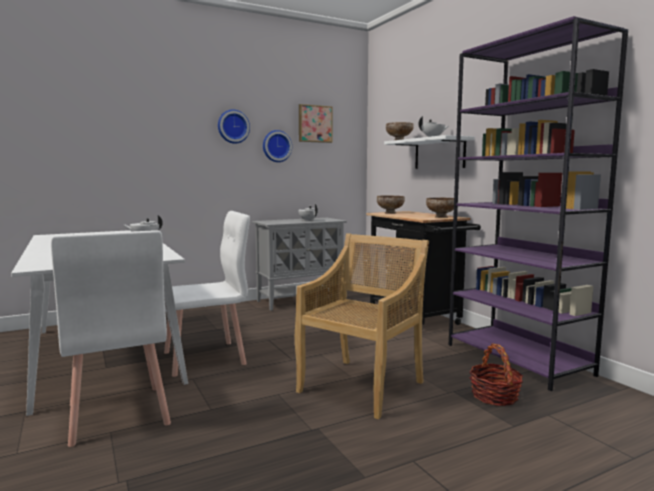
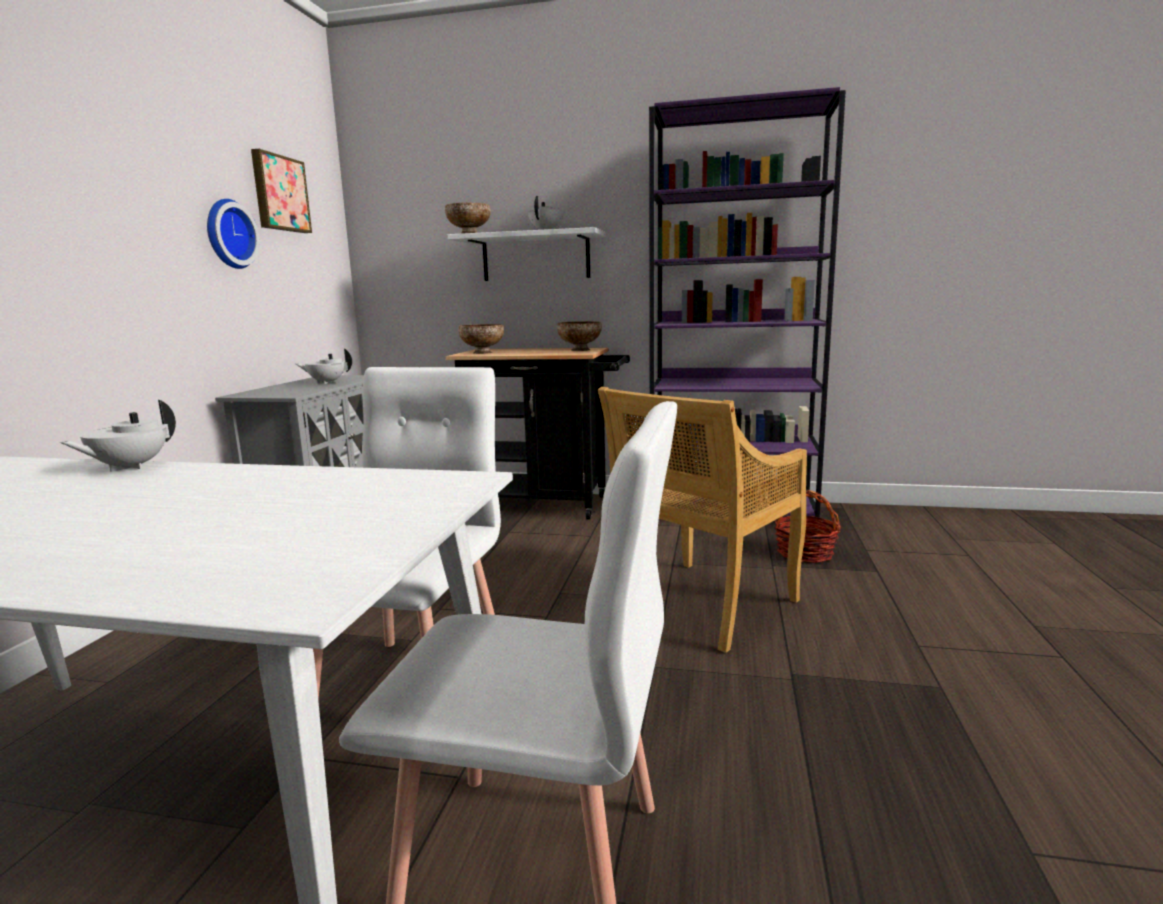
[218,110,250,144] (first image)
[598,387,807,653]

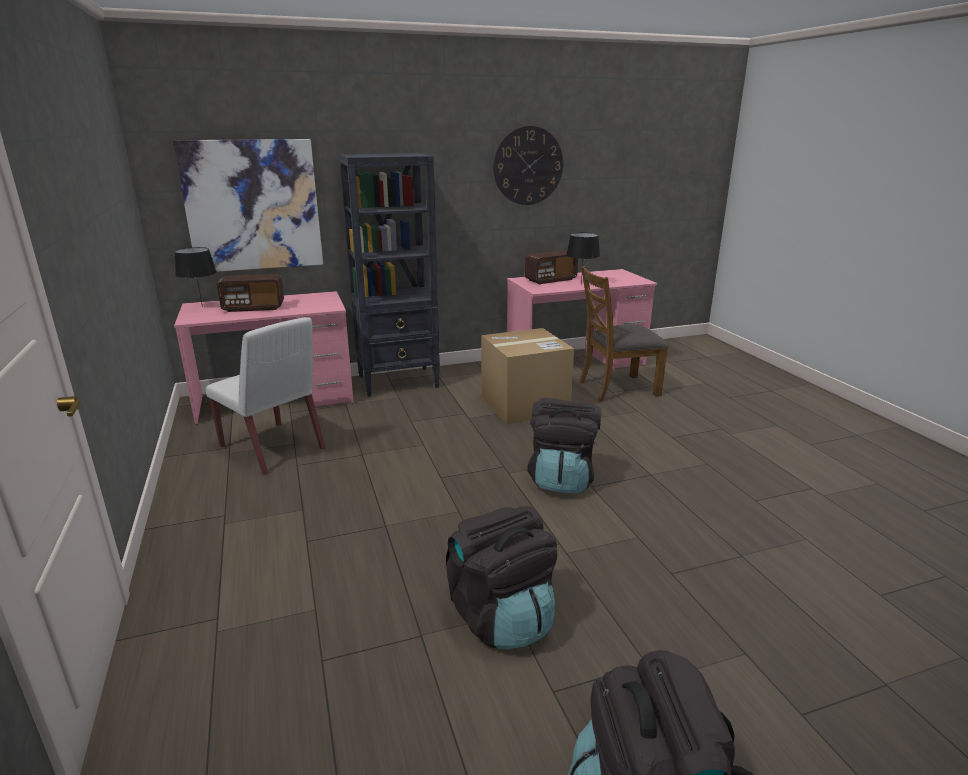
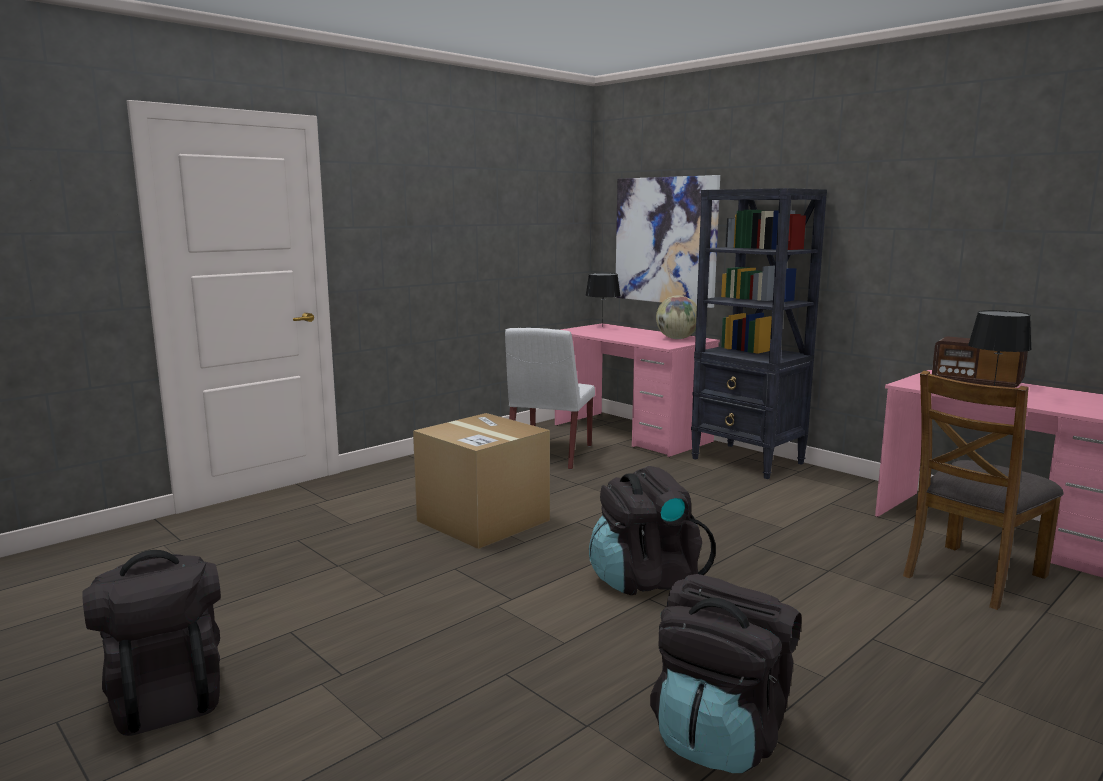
[217,274,284,312] (first image)
[493,126,563,205] (first image)
[656,295,697,339]
[650,574,802,773]
[413,413,550,549]
[903,371,1064,610]

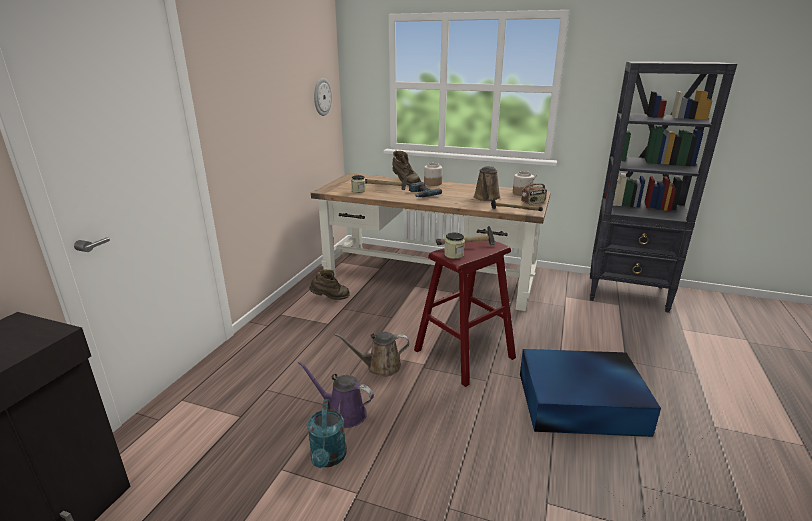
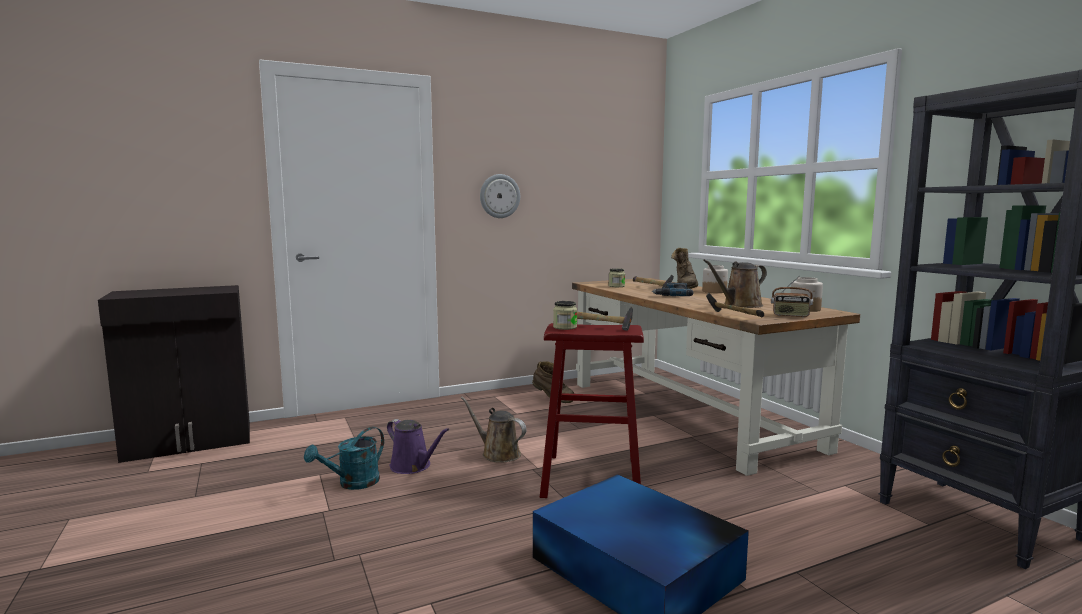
[480,174,520,218]
[387,419,449,474]

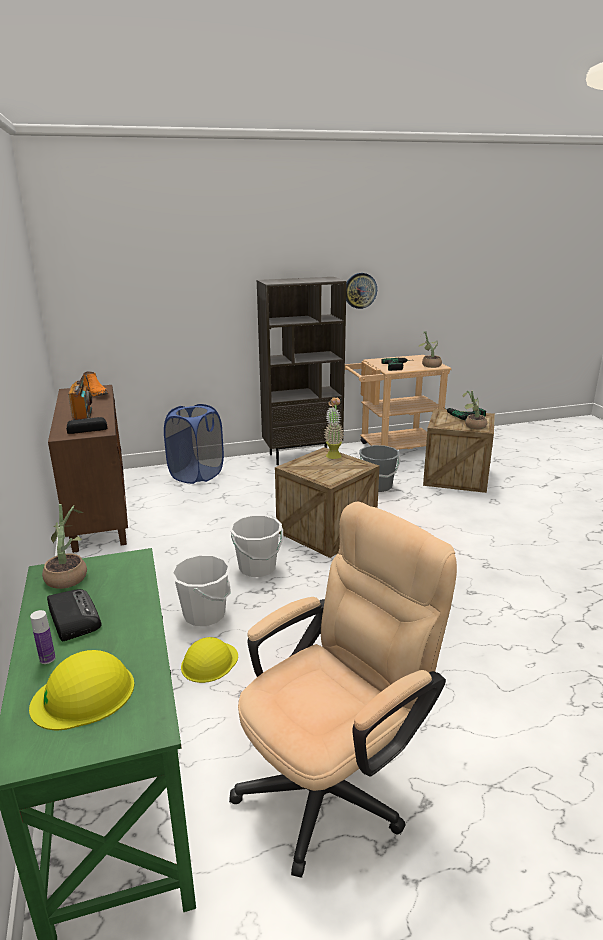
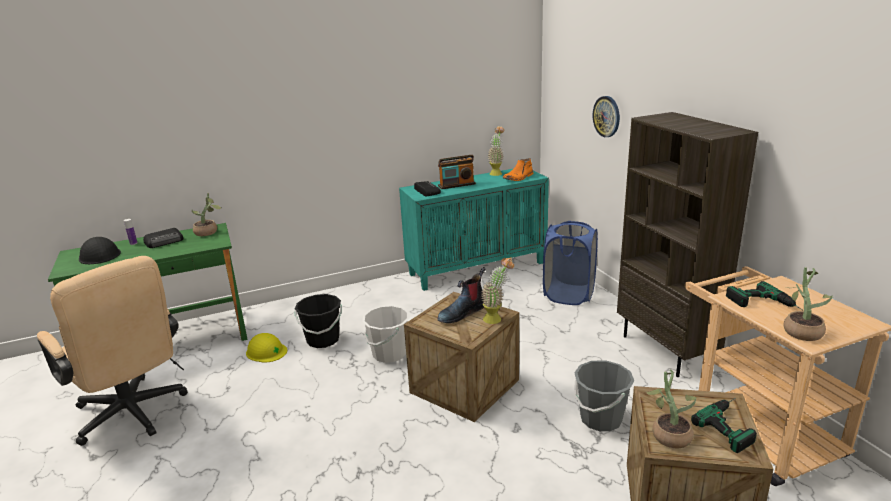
[437,267,486,323]
[488,126,504,176]
[593,96,620,137]
[79,237,121,264]
[399,169,549,291]
[295,294,342,348]

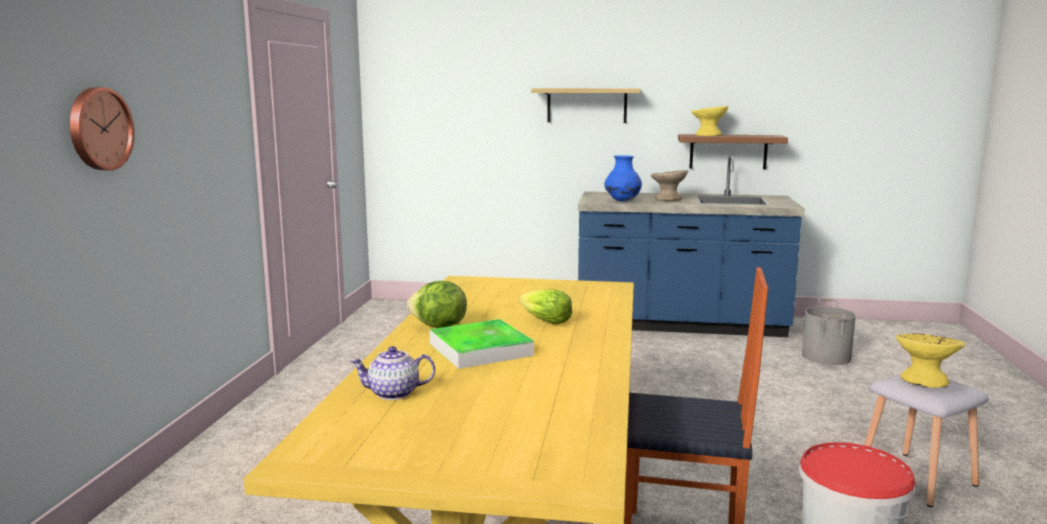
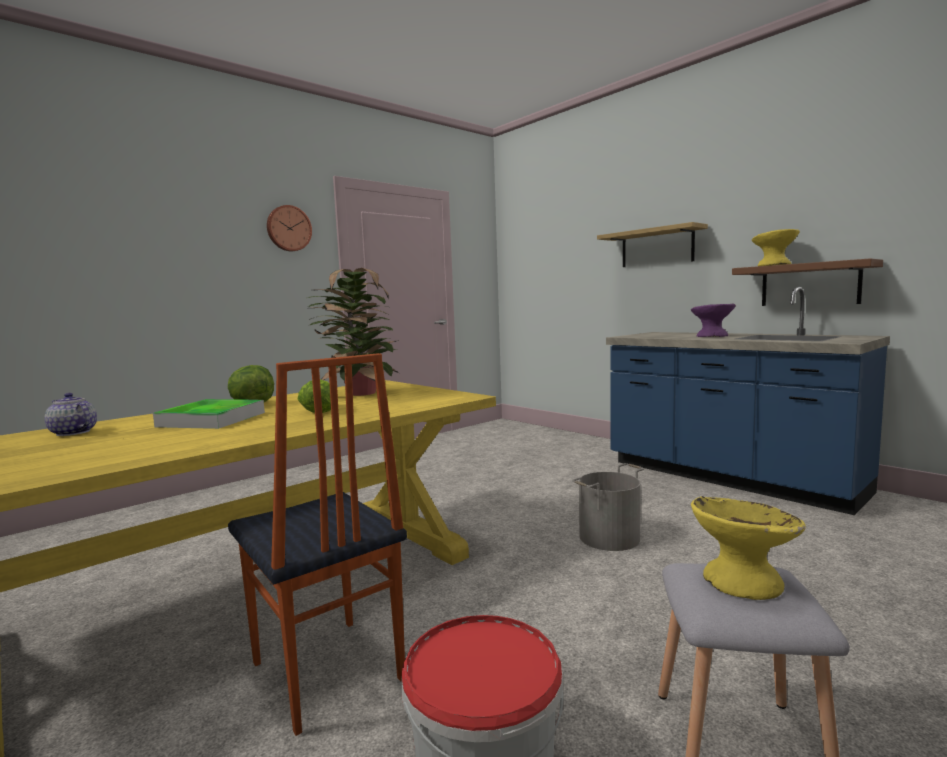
[604,156,642,202] (first image)
[308,268,399,396]
[267,205,312,251]
[572,463,644,551]
[691,304,736,337]

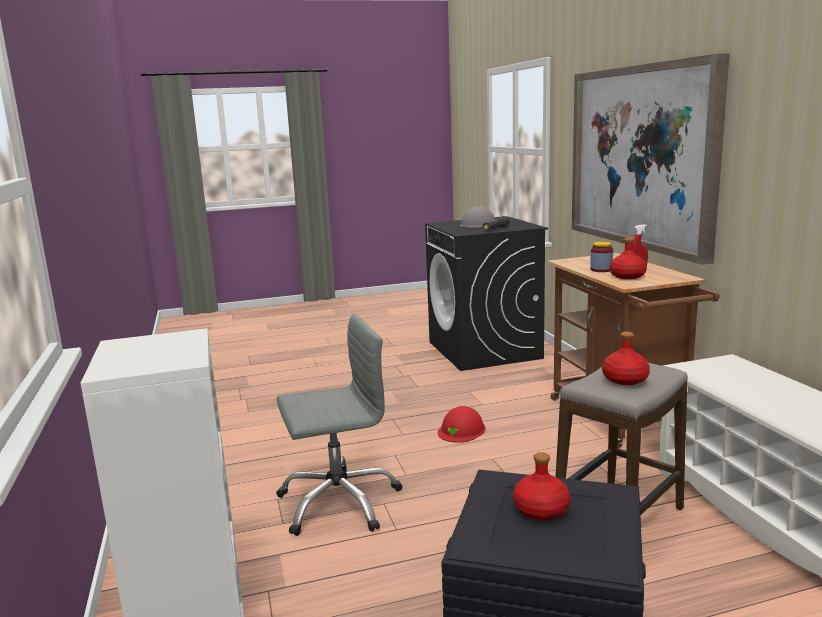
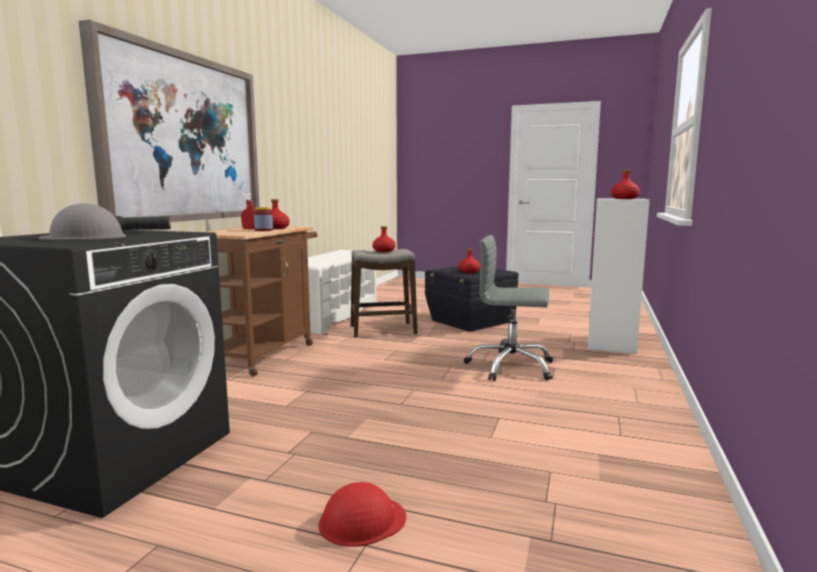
[611,169,640,199]
[319,482,406,547]

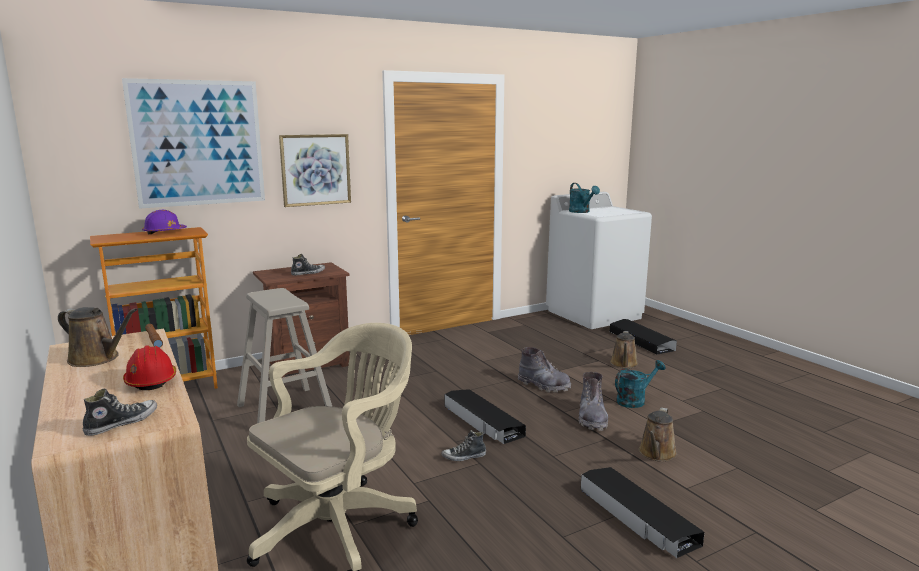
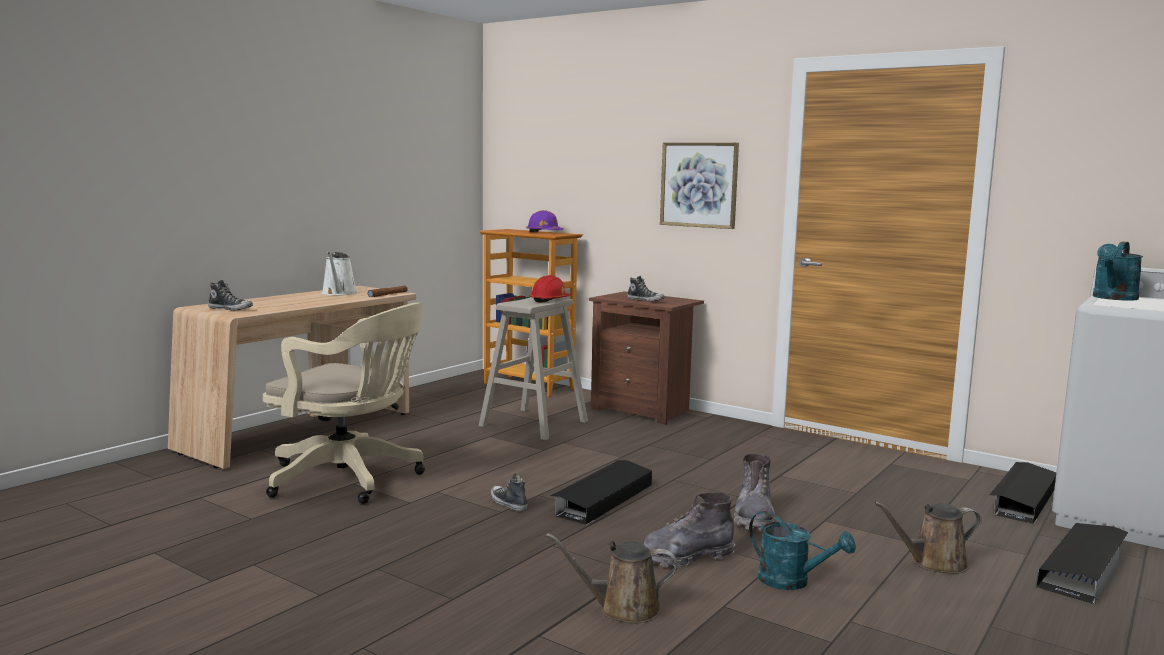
[122,78,265,209] (first image)
[530,275,570,303]
[989,462,1056,524]
[322,252,358,295]

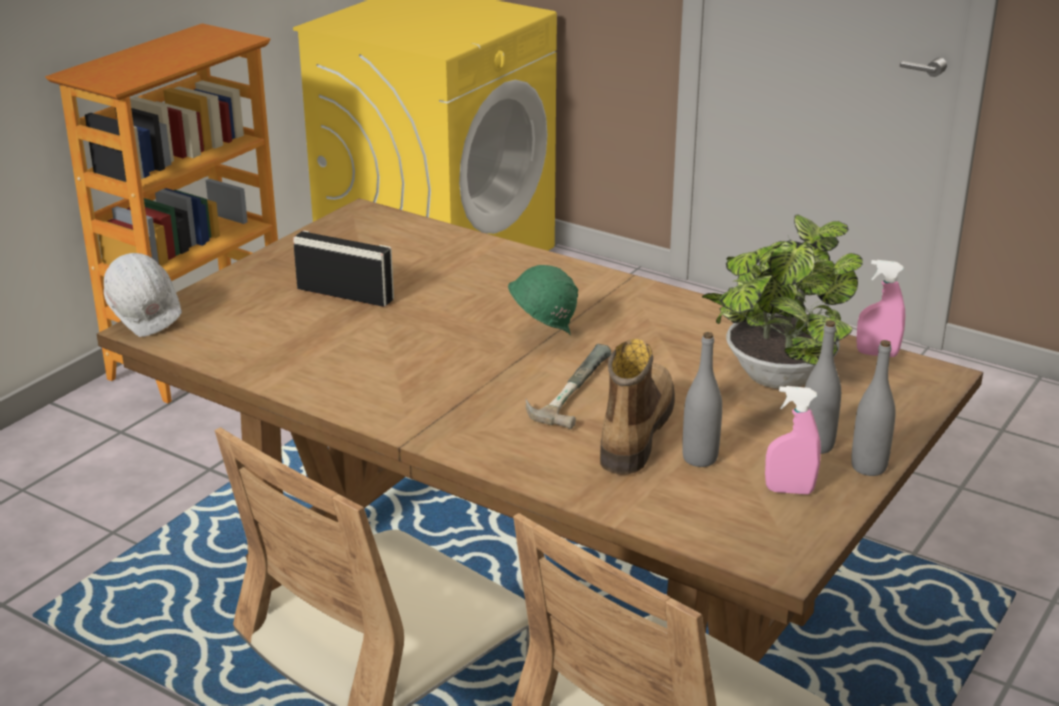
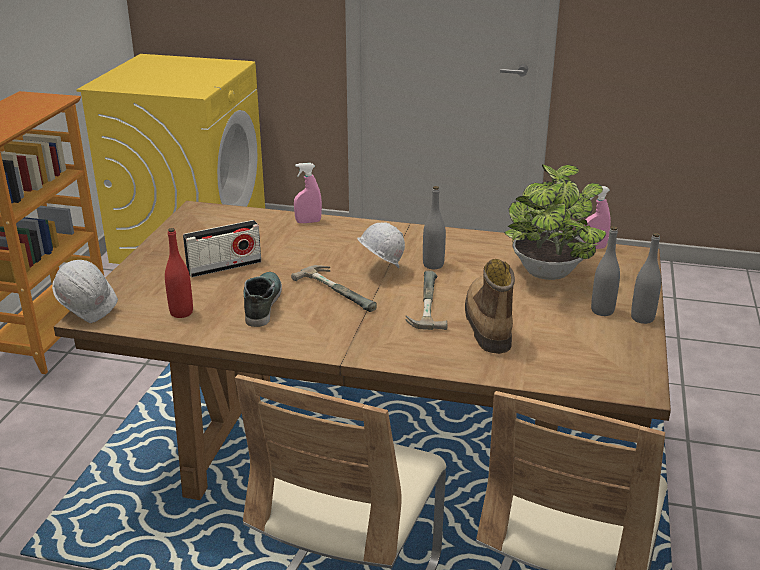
[165,228,193,318]
[244,272,282,327]
[291,265,376,312]
[423,186,446,269]
[294,163,322,223]
[357,222,405,268]
[183,220,261,277]

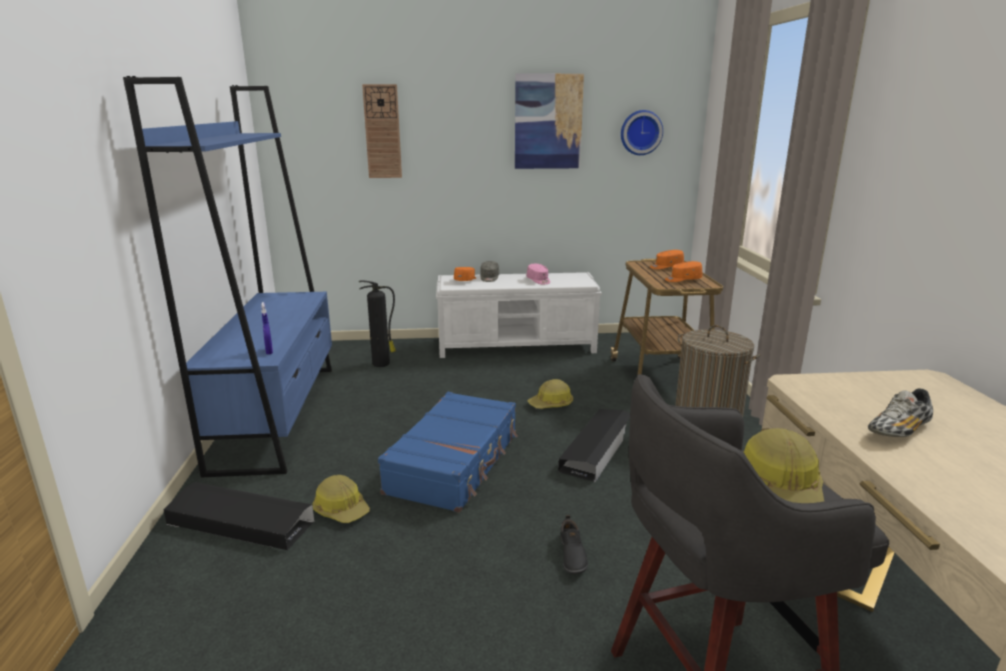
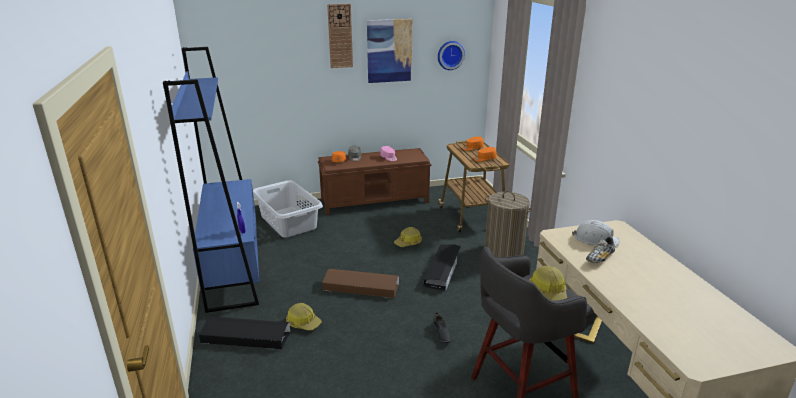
[572,220,619,246]
[327,4,353,68]
[253,180,323,237]
[322,269,399,298]
[318,148,431,215]

